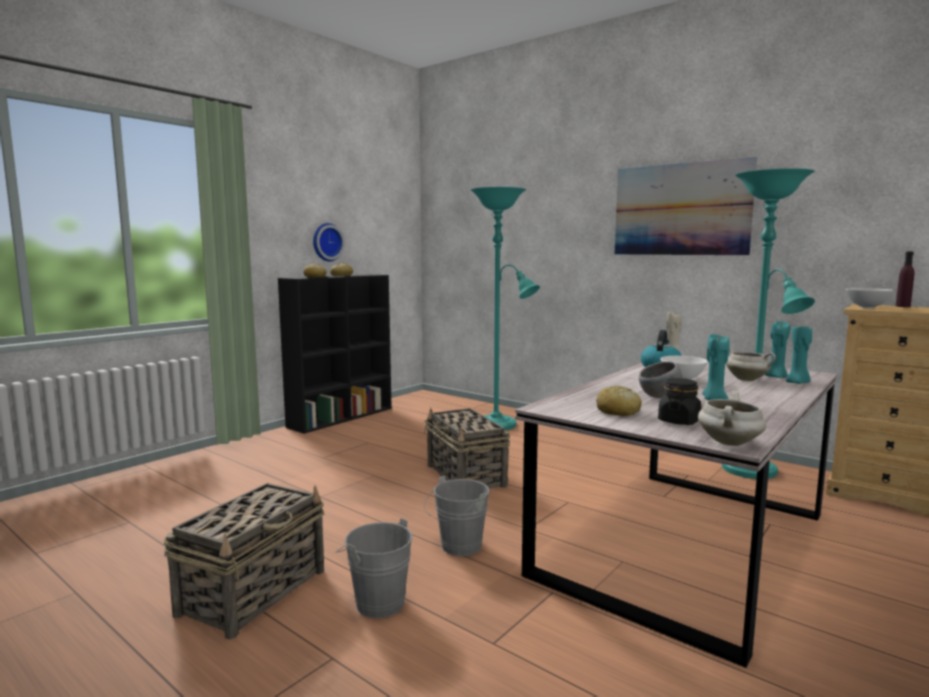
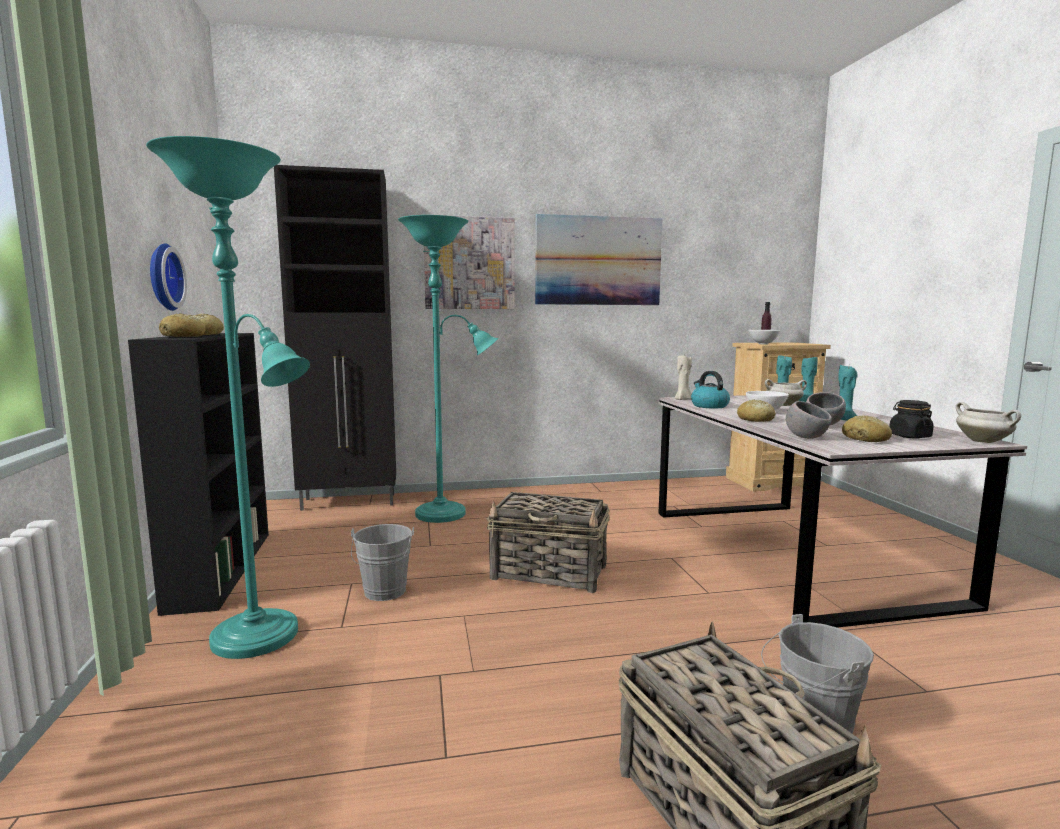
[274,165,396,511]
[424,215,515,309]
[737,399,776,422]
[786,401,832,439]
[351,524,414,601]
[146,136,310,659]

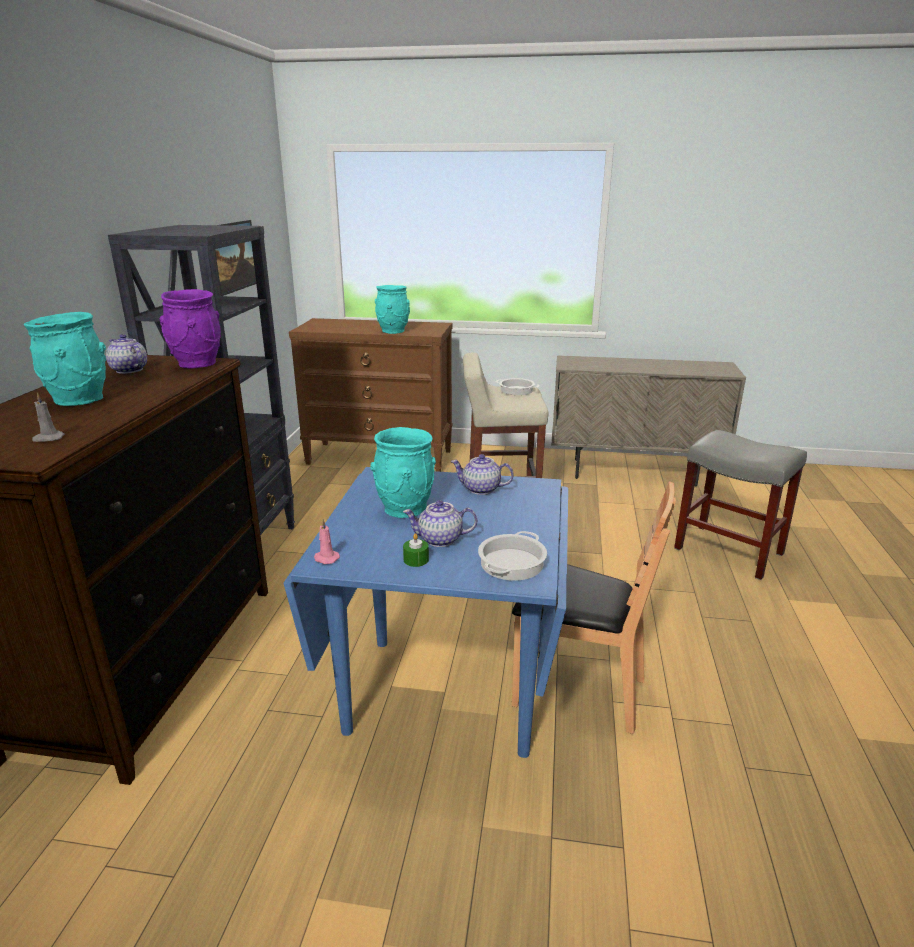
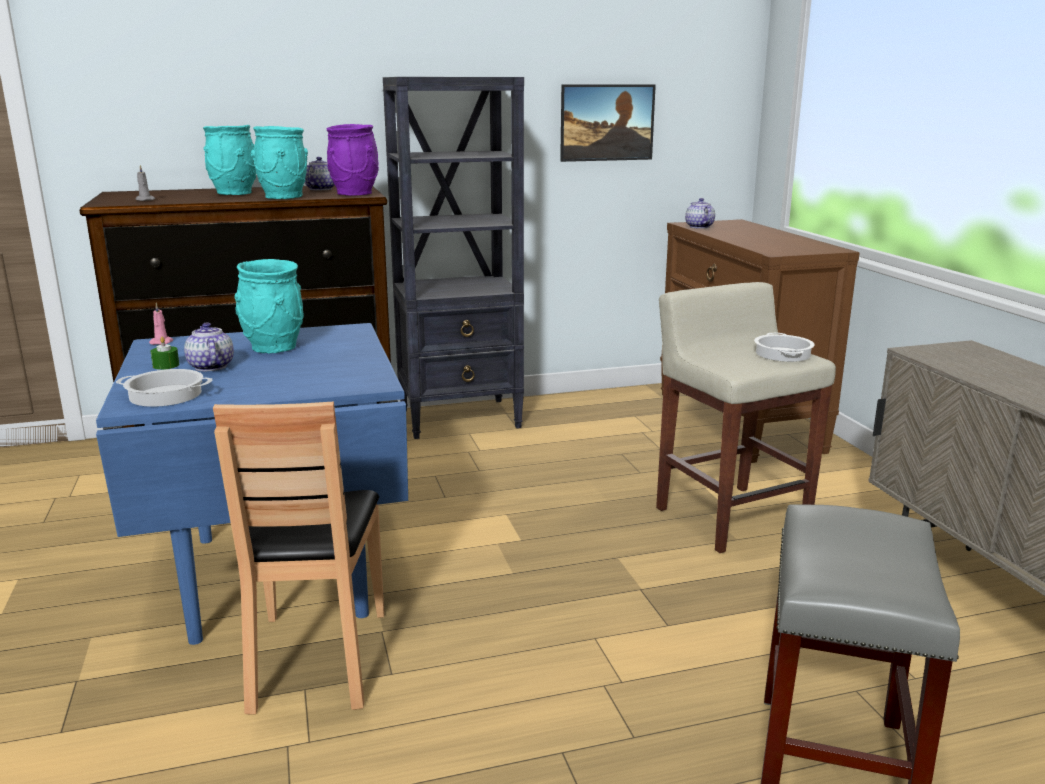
[251,126,308,199]
[685,198,715,229]

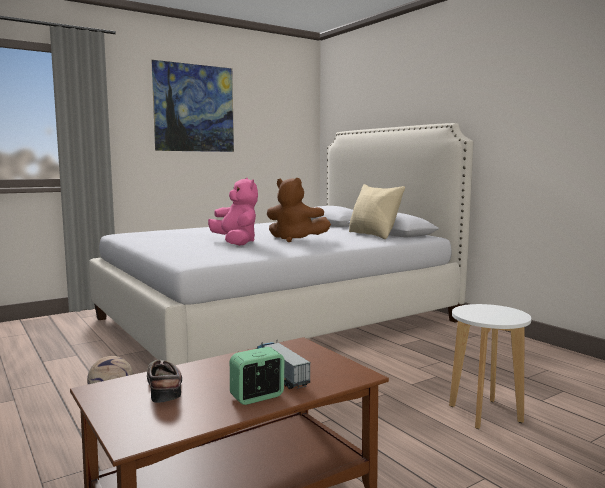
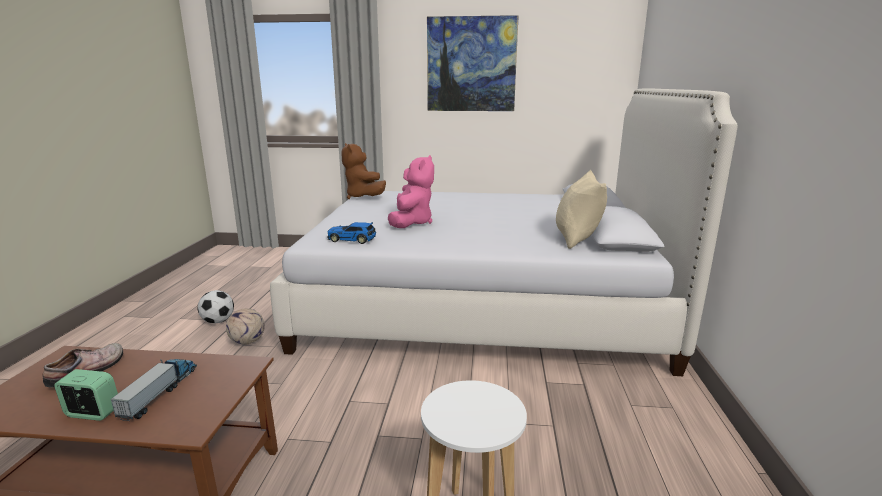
[198,290,234,324]
[327,222,376,244]
[341,143,386,199]

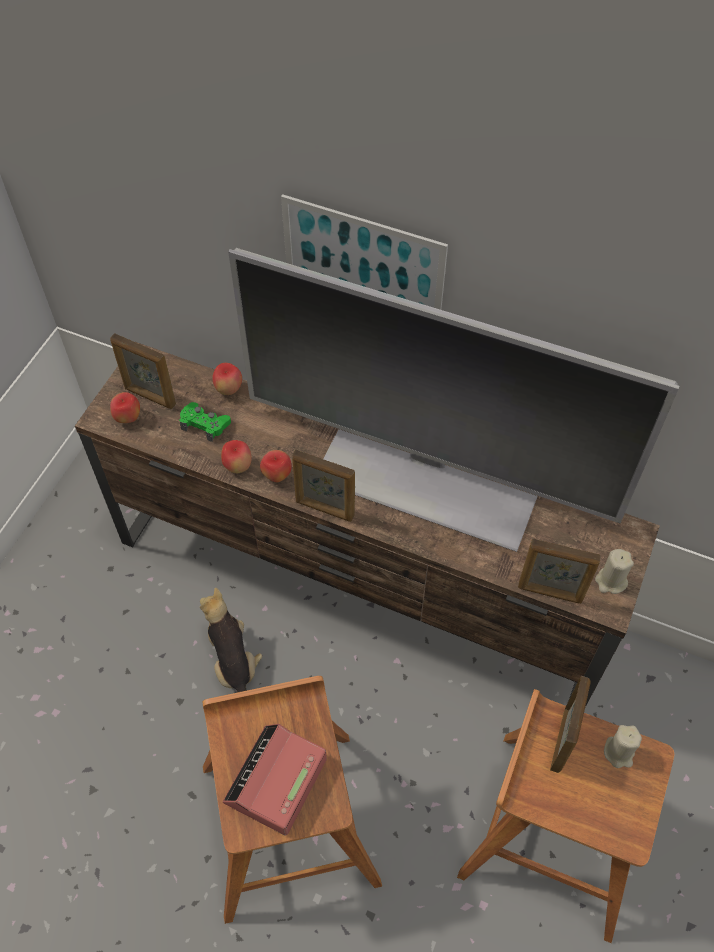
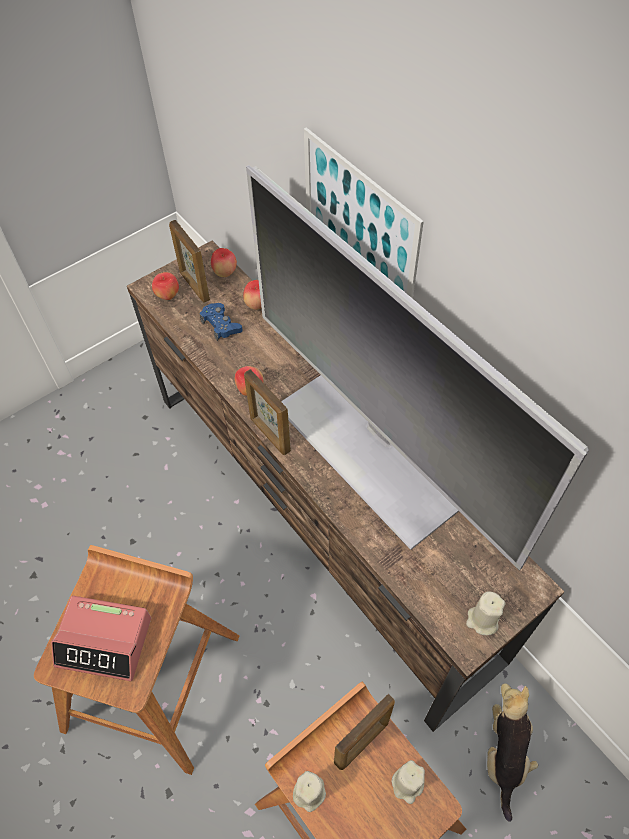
[518,539,601,604] (first image)
[293,771,326,812]
[487,683,538,822]
[211,248,237,277]
[200,303,243,341]
[51,596,151,681]

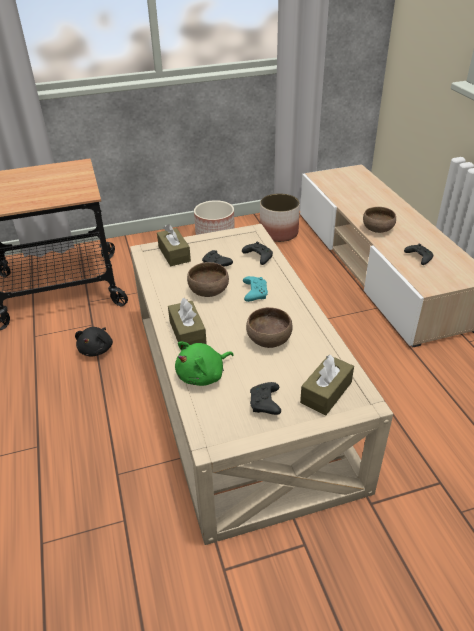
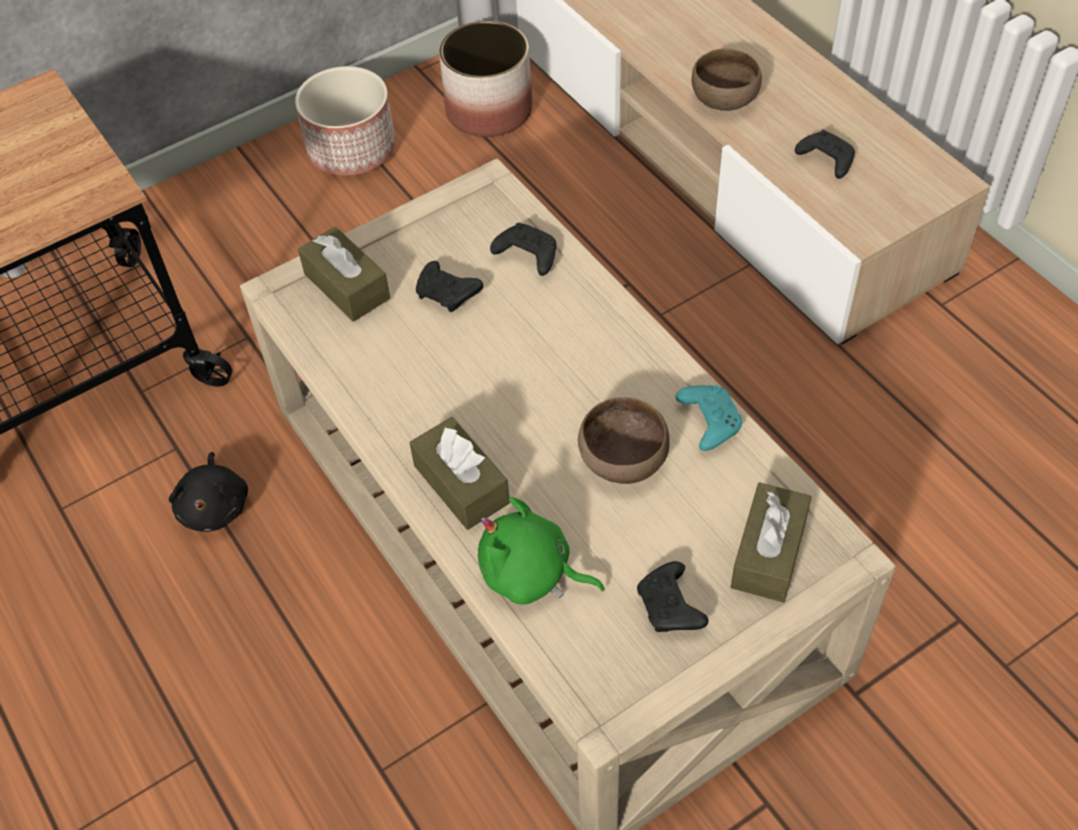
[187,262,229,297] (first image)
[675,385,742,451]
[478,497,605,605]

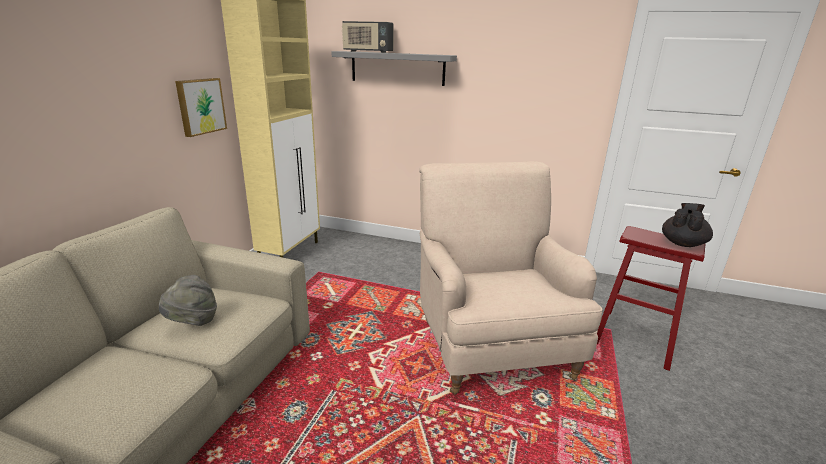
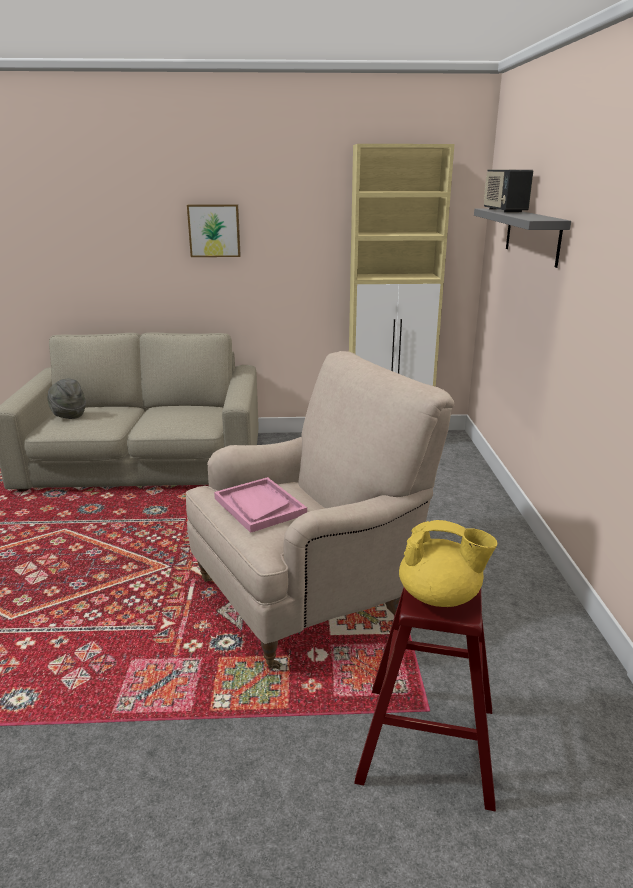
[214,477,307,533]
[47,379,86,419]
[187,204,241,257]
[399,520,497,607]

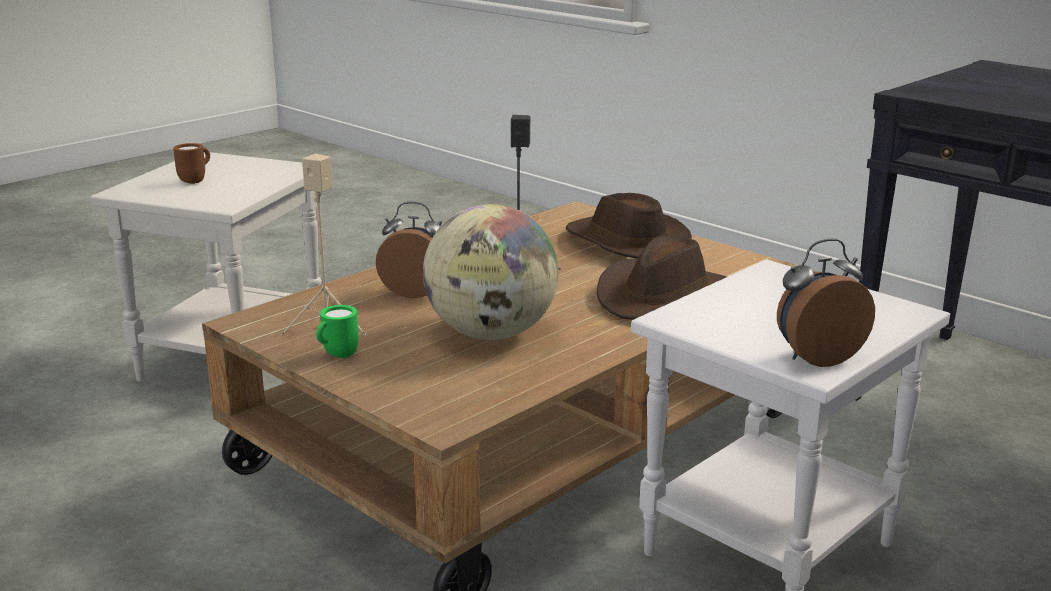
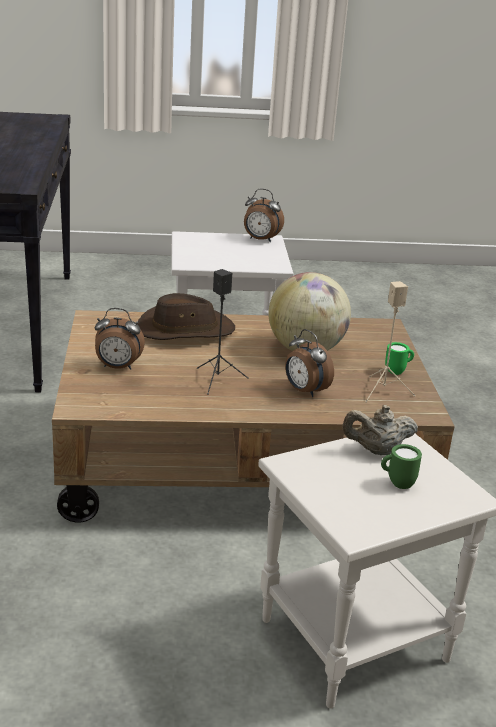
[342,405,418,455]
[95,308,145,370]
[381,444,422,489]

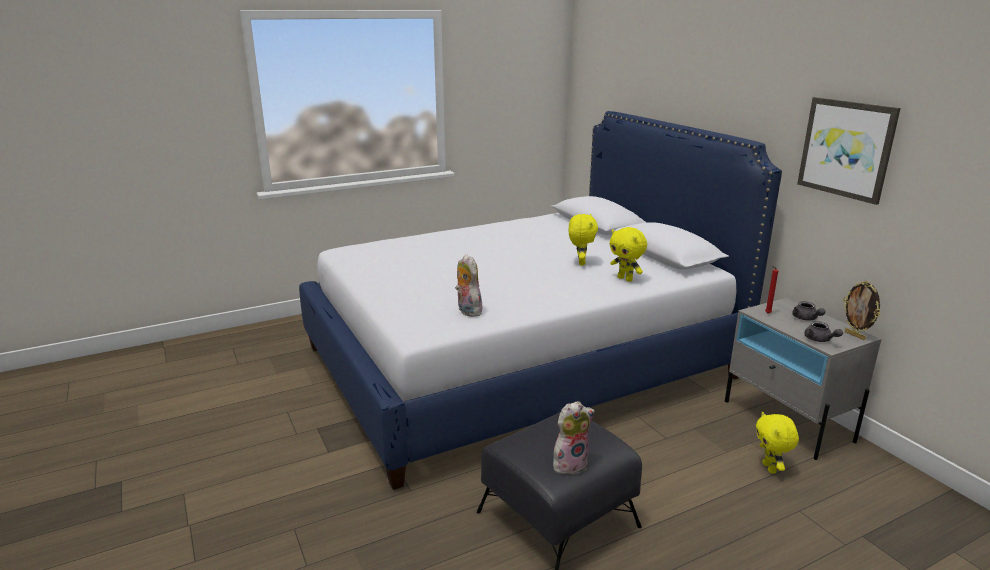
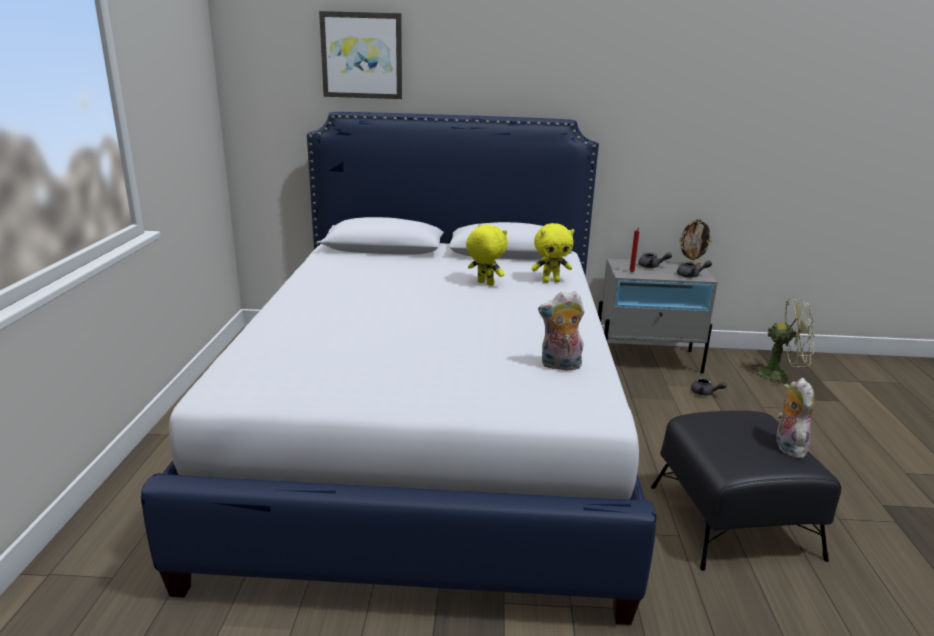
[746,298,814,388]
[319,11,402,99]
[691,377,727,396]

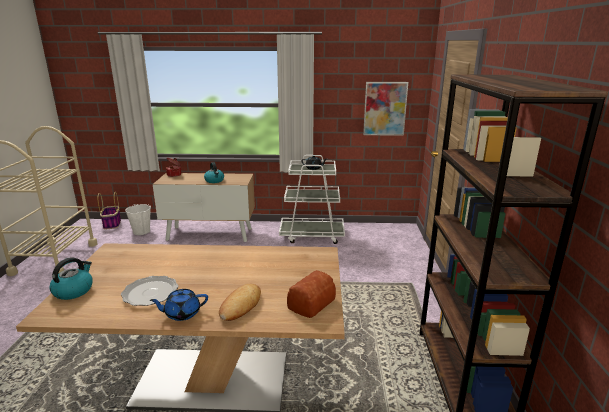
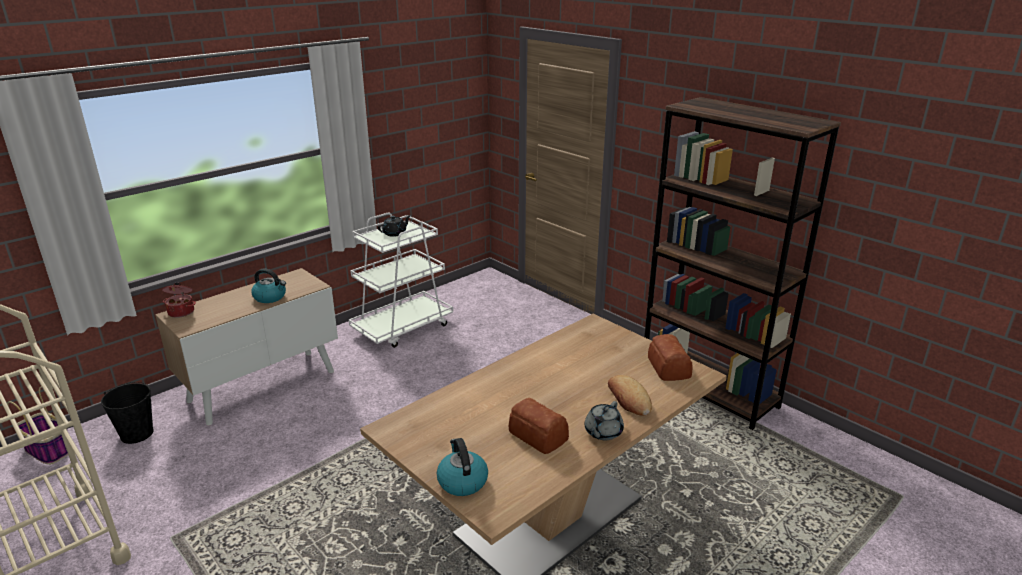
[363,82,408,136] (first image)
[509,398,569,454]
[101,382,154,444]
[585,401,624,440]

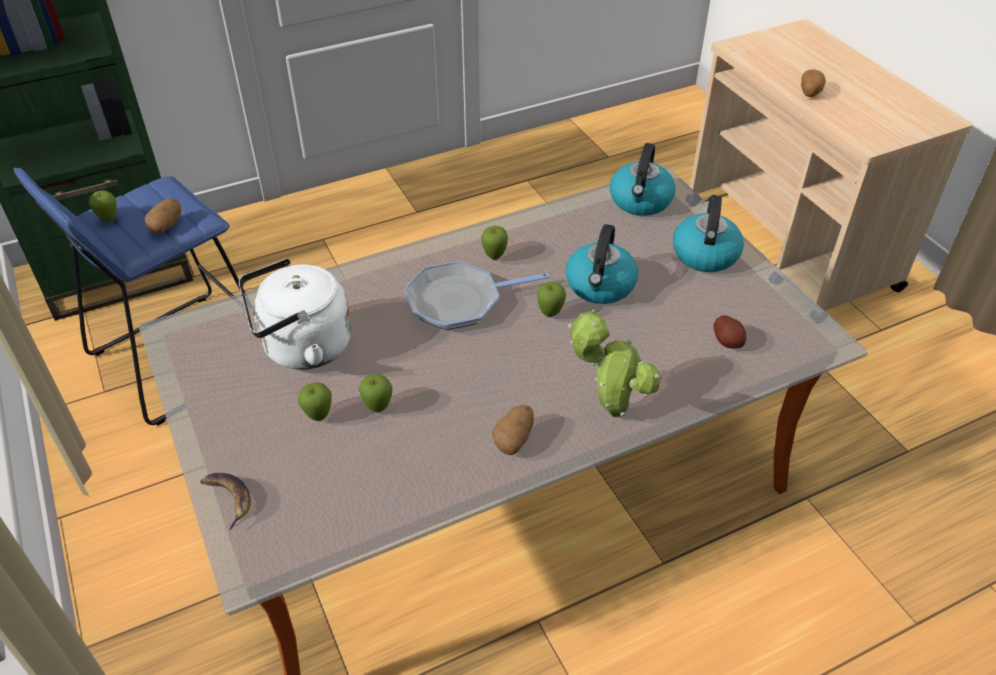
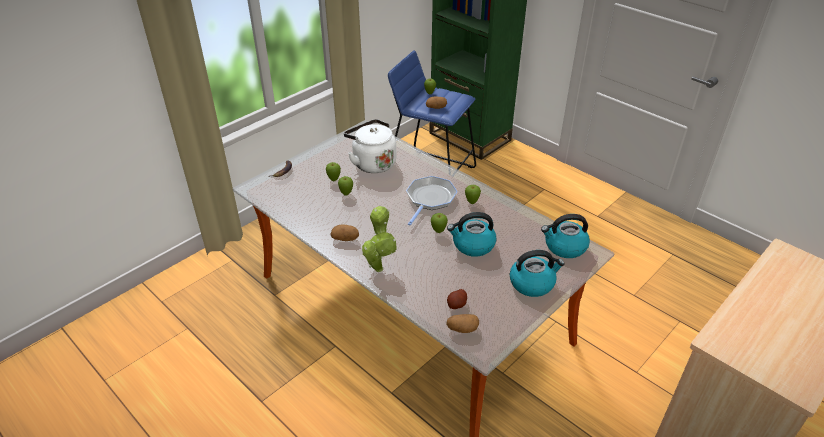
[446,314,479,333]
[406,176,458,225]

